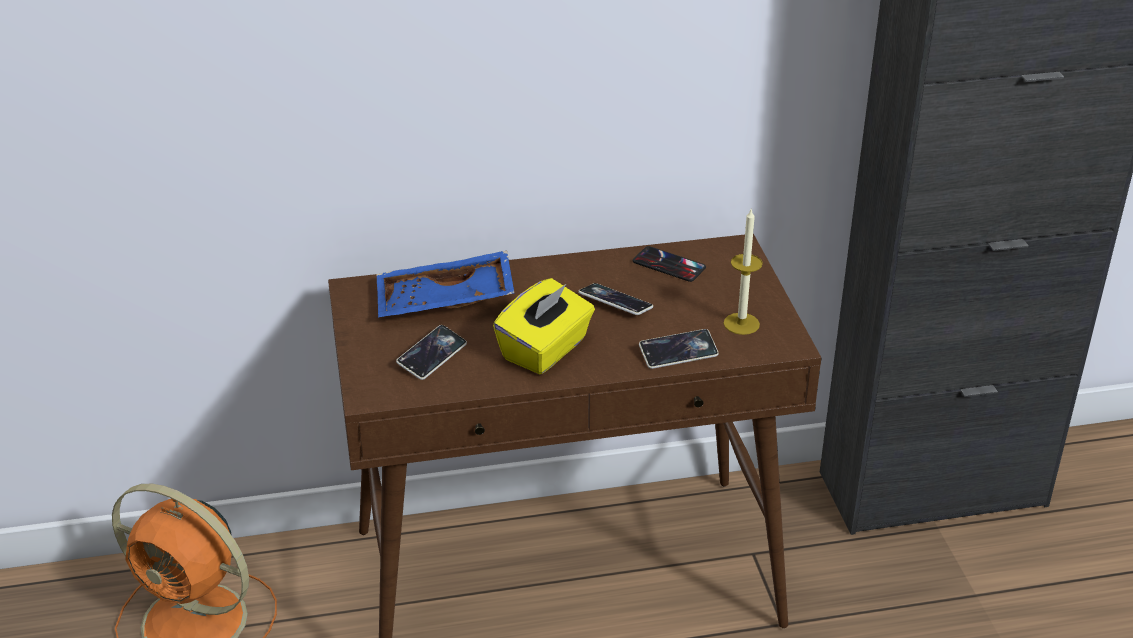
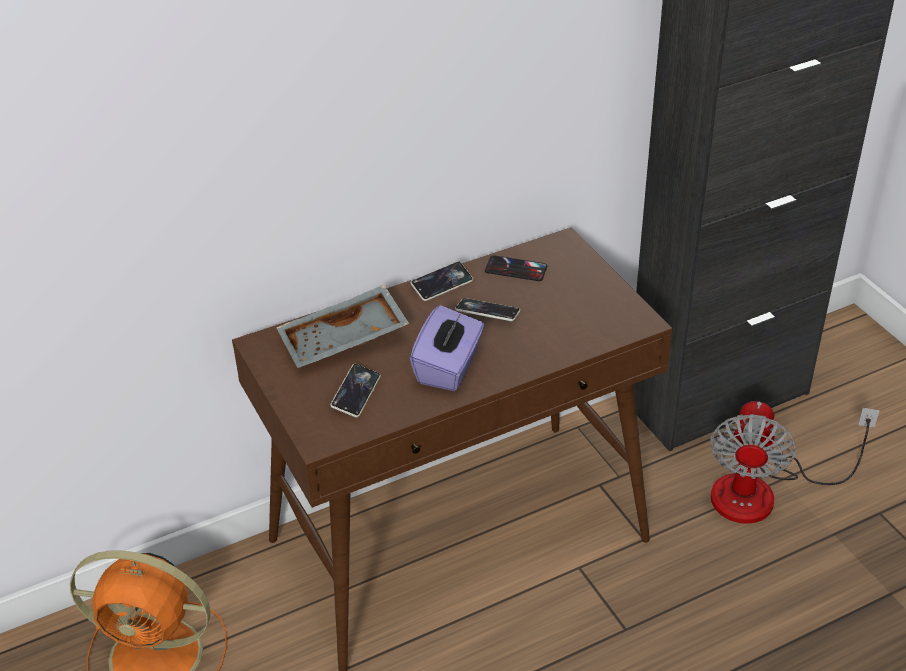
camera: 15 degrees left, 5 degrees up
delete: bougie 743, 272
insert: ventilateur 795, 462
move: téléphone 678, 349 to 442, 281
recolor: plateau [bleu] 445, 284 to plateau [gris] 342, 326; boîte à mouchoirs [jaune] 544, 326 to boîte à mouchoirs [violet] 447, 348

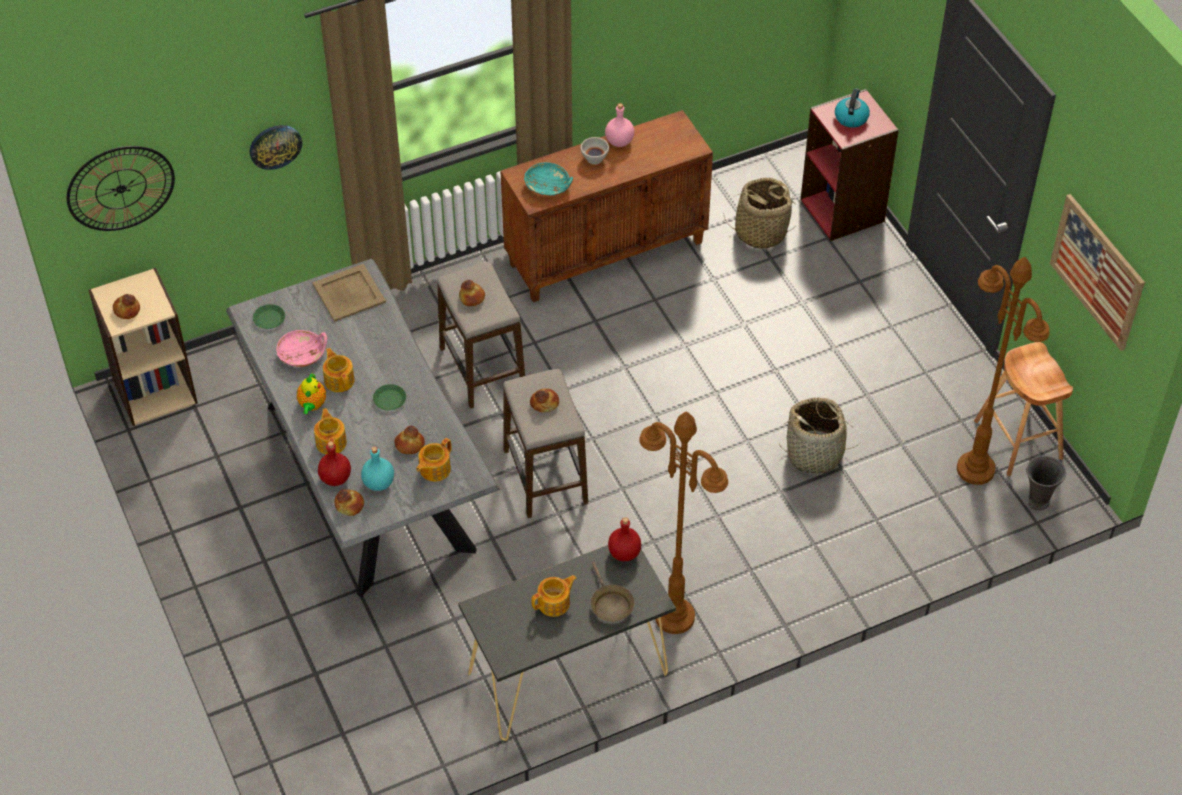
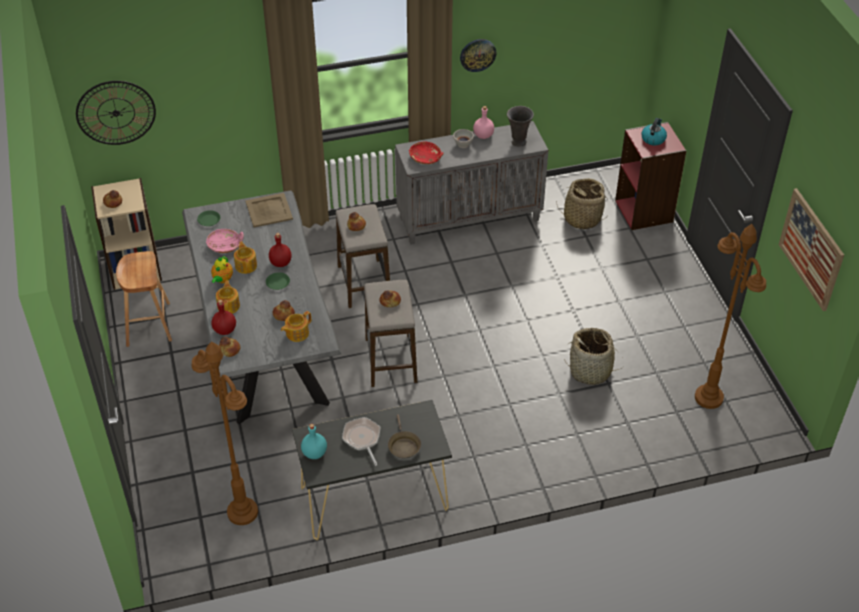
camera: 10 degrees right, 5 degrees down
move: horloge murale 276, 147 to 478, 55; bouteille [turquoise] 377, 468 to 314, 441; bouteille [rouge] 624, 539 to 280, 250; lampadaire [marron] 683, 523 to 225, 433; tabouret [marron] 1023, 409 to 144, 299; vase [gris] 1046, 483 to 520, 126
replace: théière 553, 596 to poêle 361, 441
recolor: meuble de rangement [marron] 606, 206 to meuble de rangement [gris] 471, 183; bol [turquoise] 548, 179 to bol [rouge] 426, 153

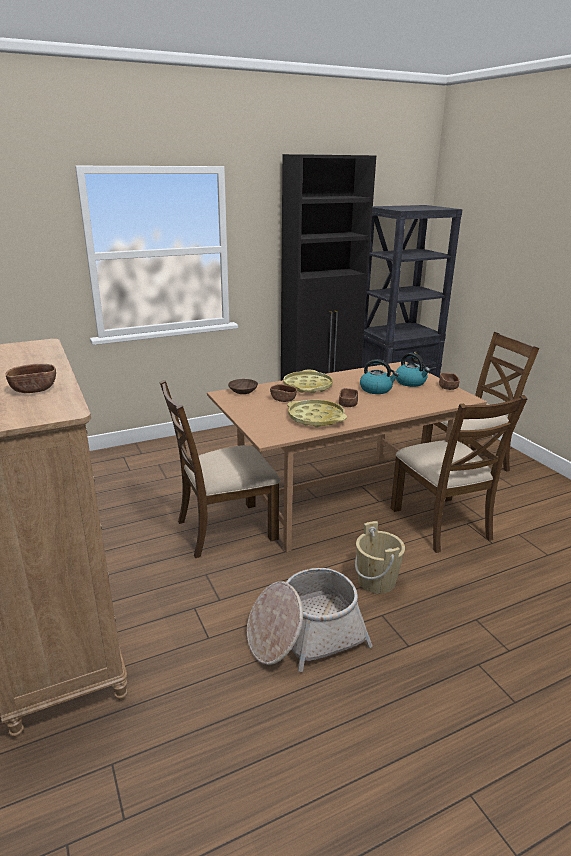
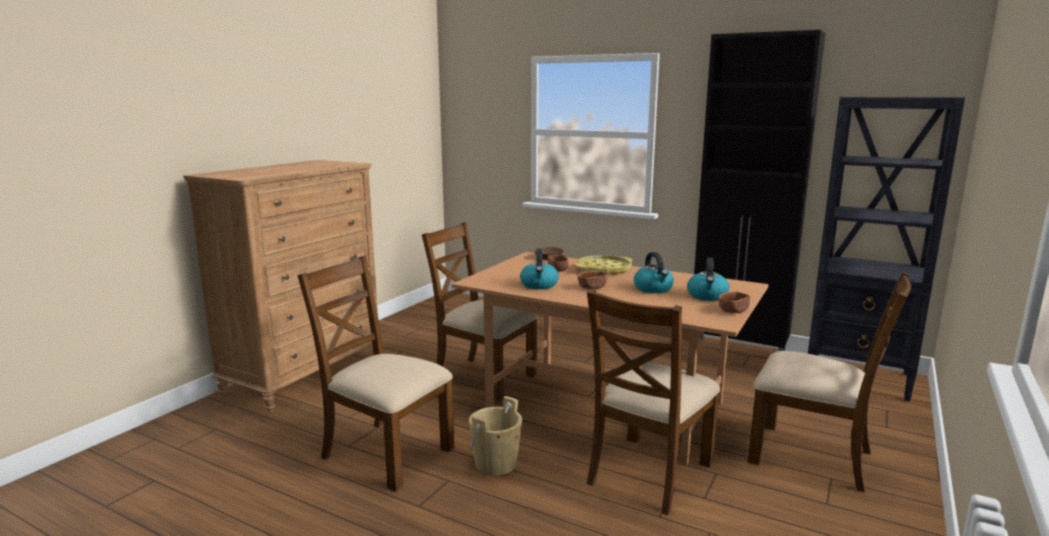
camera: 55 degrees right, 10 degrees down
delete: bol [marron] 30, 378
replace: panier 310, 620 to chaise [marron] 375, 374; plateau [jaune] 317, 414 to bouilloire 539, 269

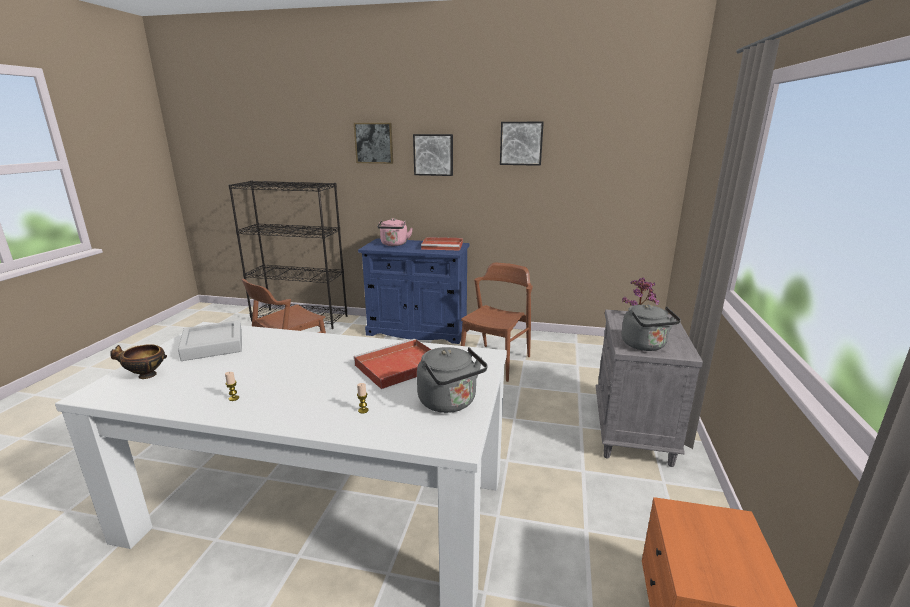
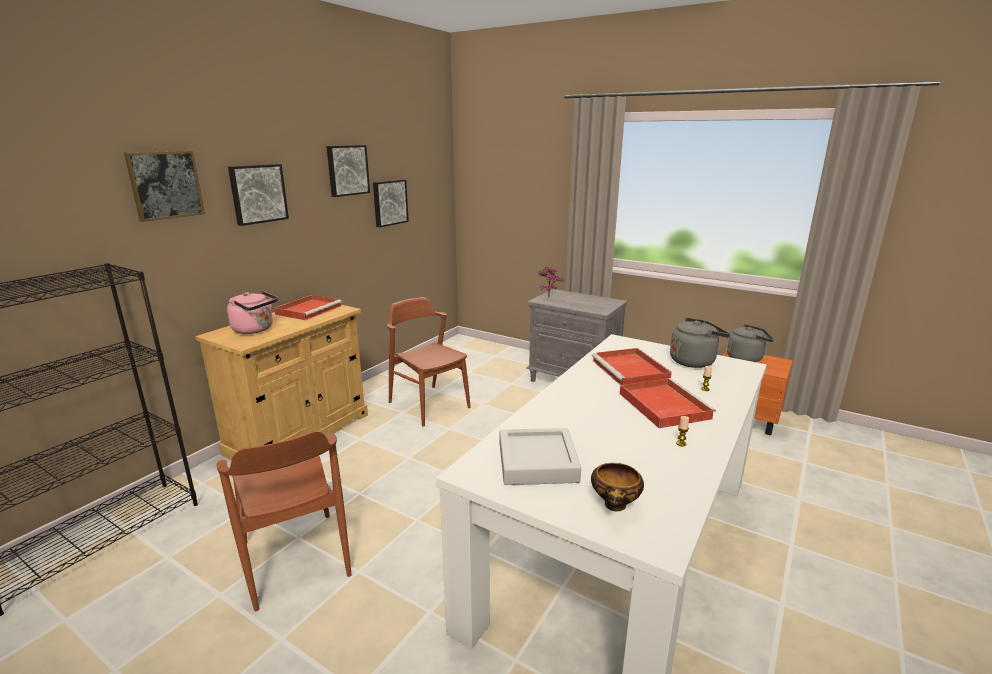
camera: 70 degrees left, 0 degrees up
insert: tableau 391, 203; plateau [rouge] 668, 403
move: bouilloire [gris] 651, 328 to 750, 343
recolor: meuble de rangement [bleu] 414, 291 to meuble de rangement [beige] 281, 382

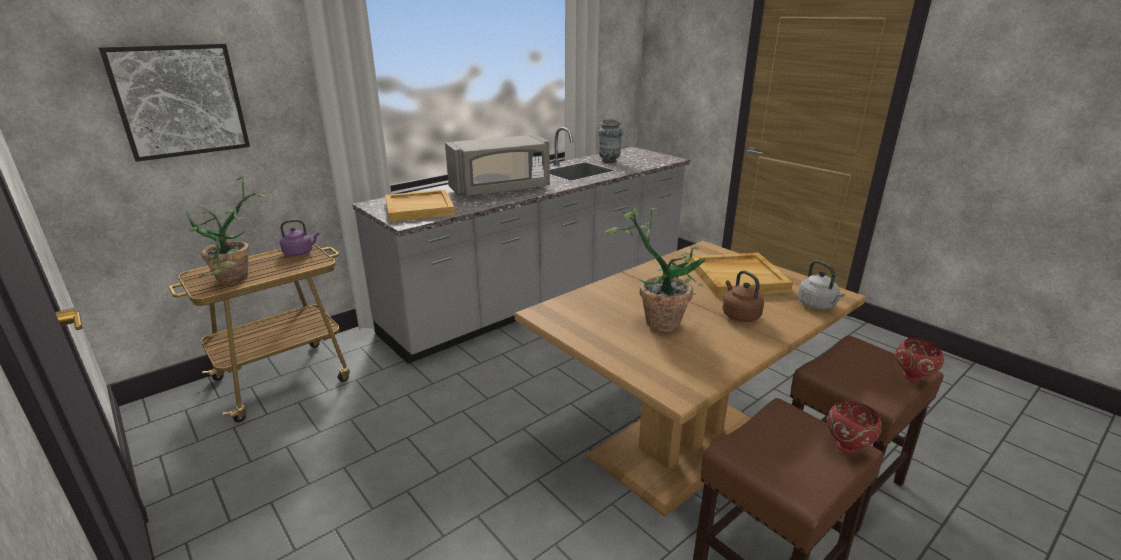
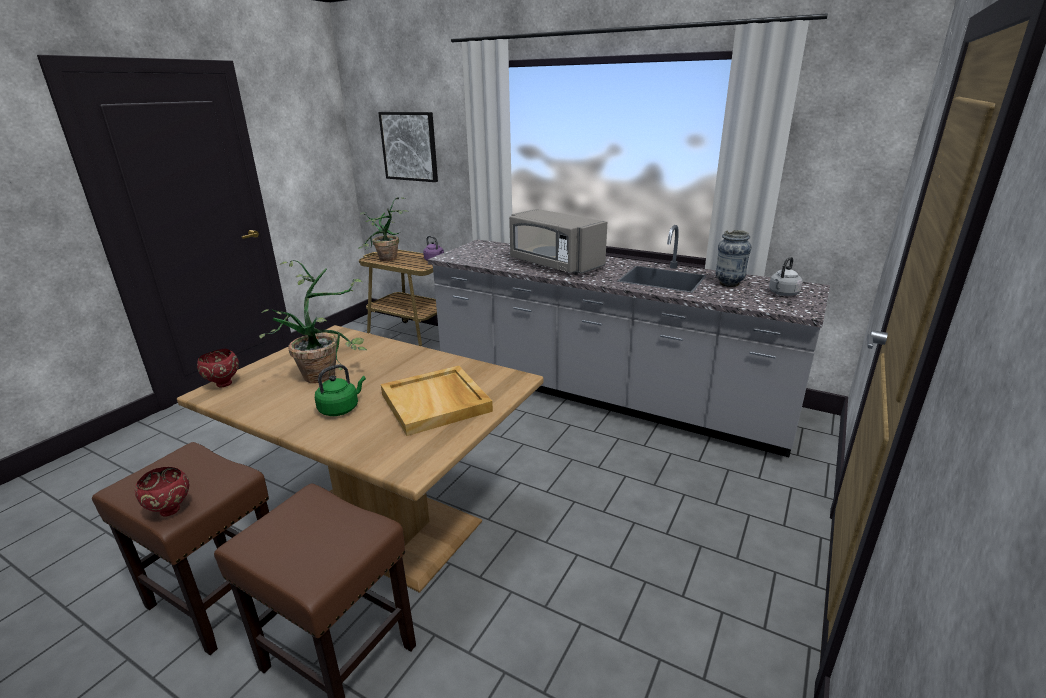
camera: 70 degrees right, 0 degrees up
delete: plateau [beige] 420, 206
move: bouilloire [gris] 821, 284 to 786, 276; bol [rouge] 919, 360 to 218, 368
recolor: bouilloire [marron] 743, 296 to bouilloire [vert] 340, 390

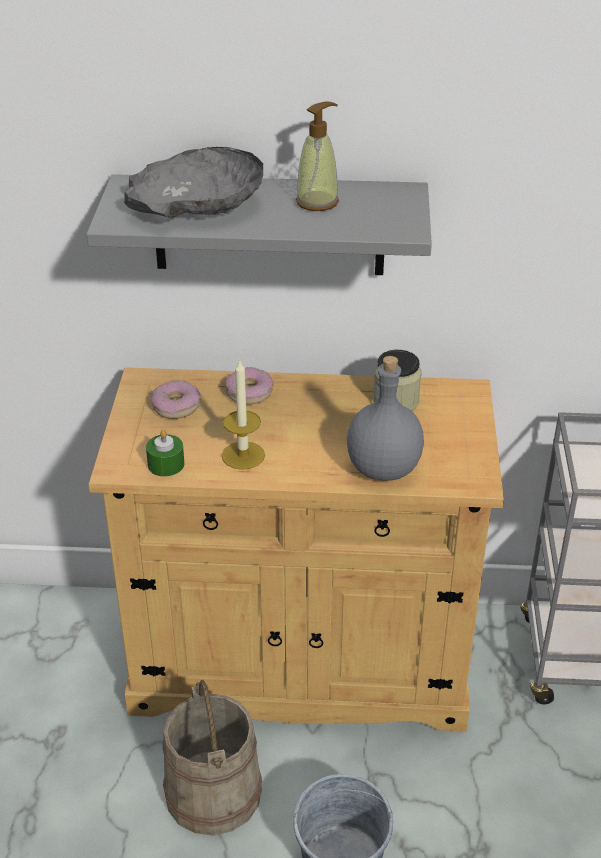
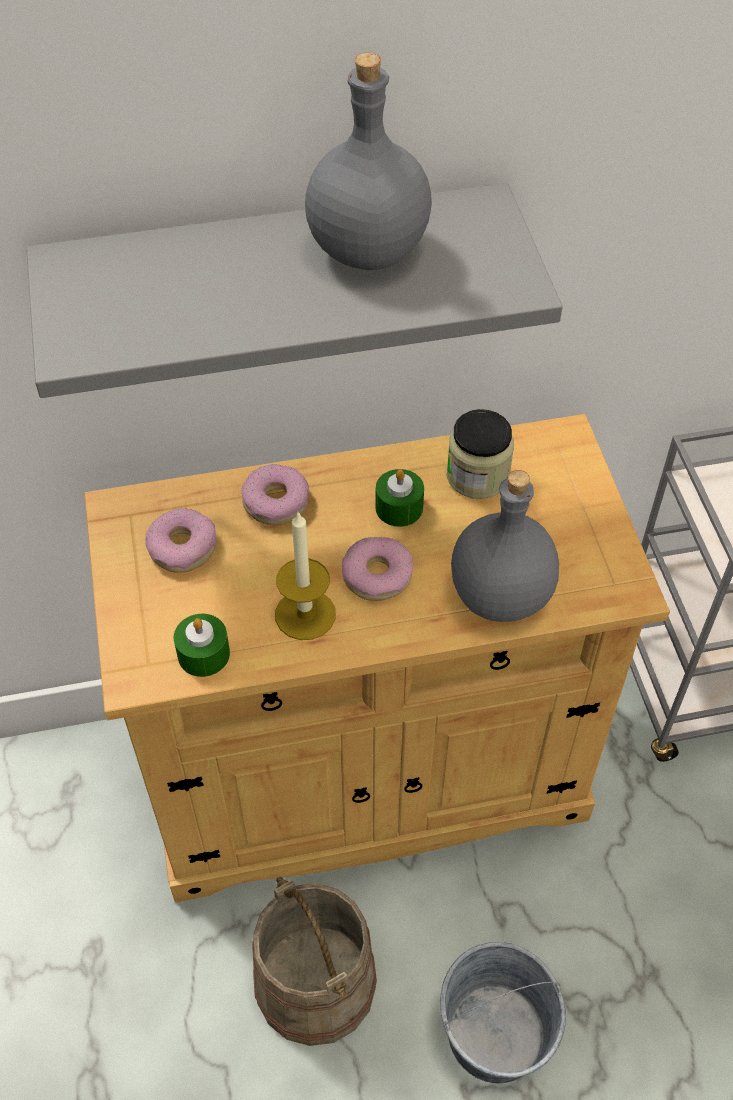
camera: 15 degrees left, 15 degrees up
delete: bol [gris] 193, 182
insert: beignet 377, 569; bougie [vert] 399, 498
replace: distributeur de savon 317, 156 to bouteille [gris] 368, 161

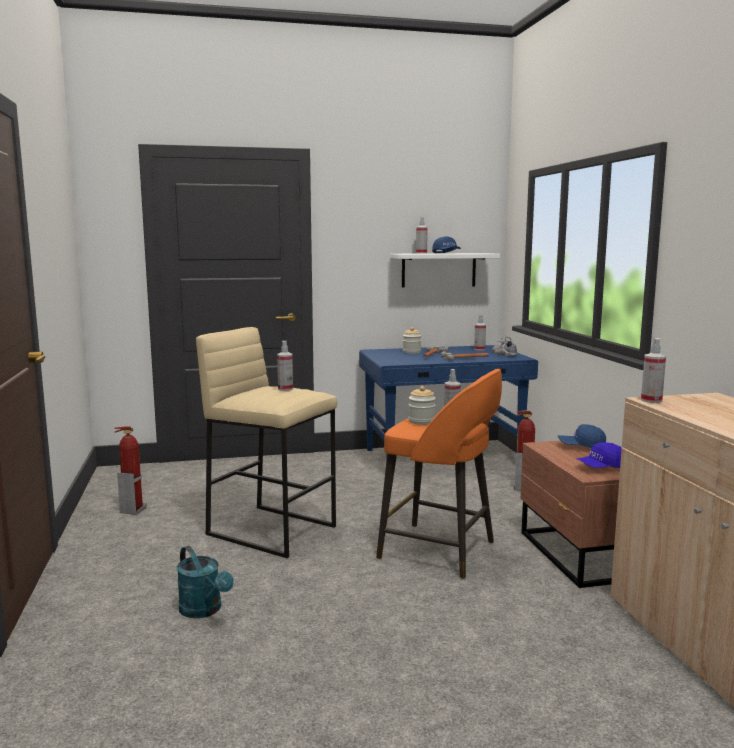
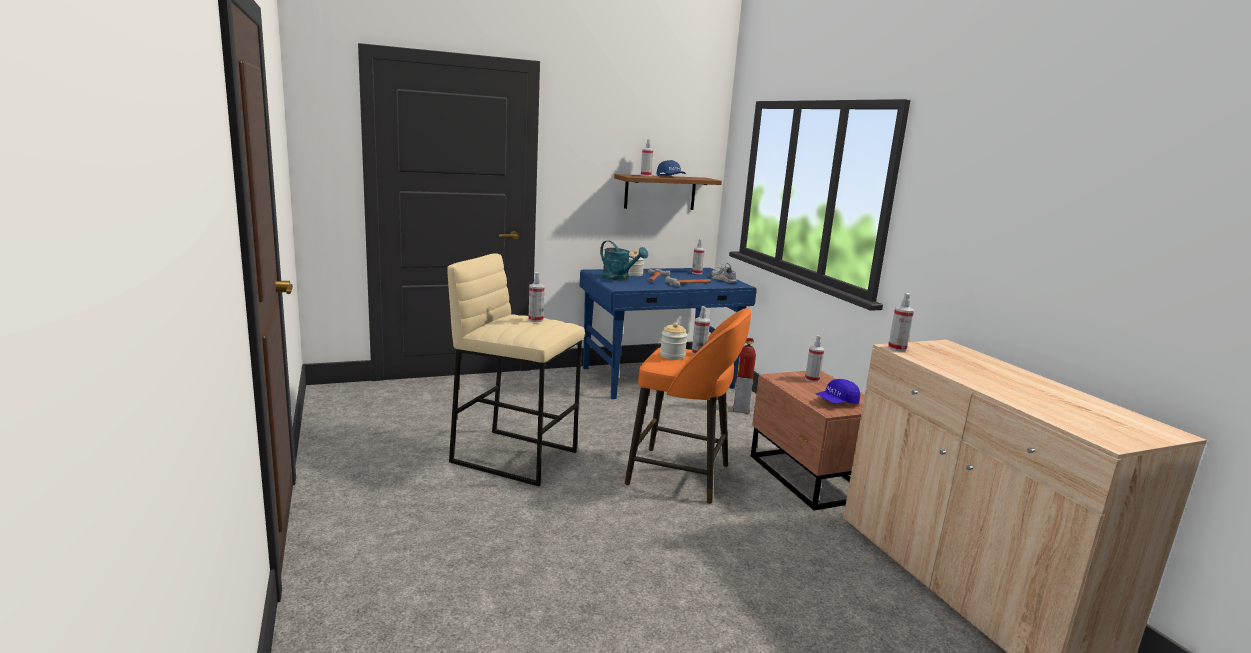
camera: 10 degrees left, 5 degrees up
delete: extincteur 131, 470
move: arrosoir [turquoise] 205, 582 to 624, 261
replace: casquette [bleu] 582, 436 to vaporisateur 814, 358
recolor: étagère [blanc] 445, 270 to étagère [marron] 668, 192

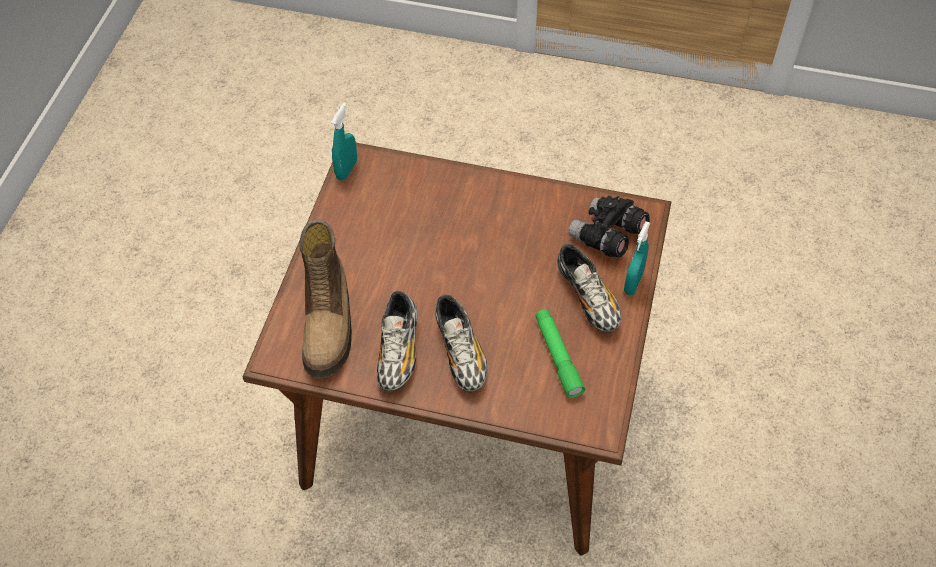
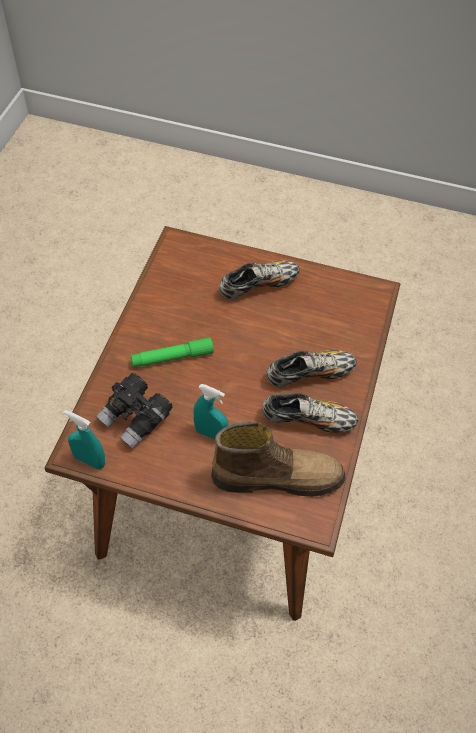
camera: 90 degrees left, 0 degrees up
move: lampe de poche [vert] 560, 353 to 172, 352; jumelles [noir] 609, 226 to 134, 411; vaporisateur [turquoise] 637, 258 to 210, 412

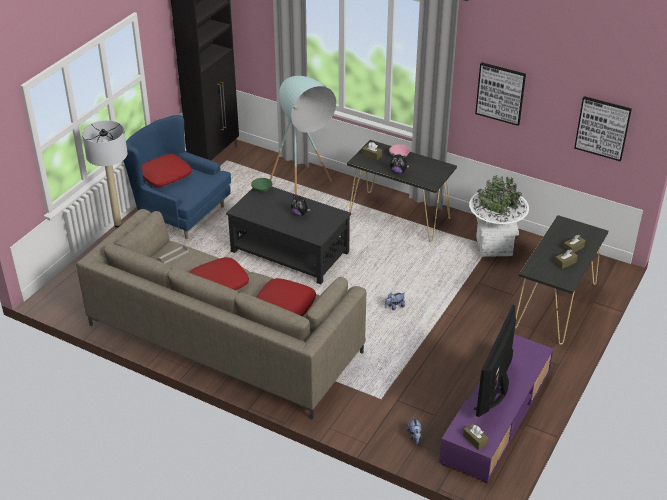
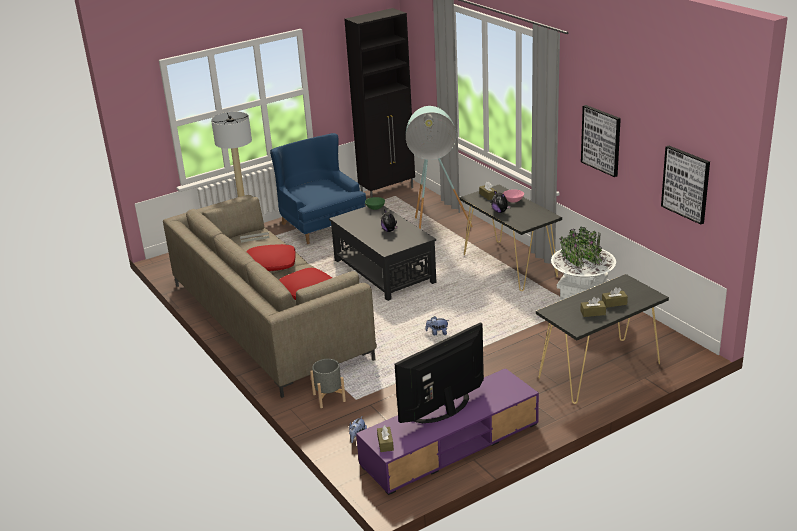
camera: 30 degrees right, 10 degrees down
delete: coussin [rouge] 167, 170
insert: cache-pot [gris] 328, 383

